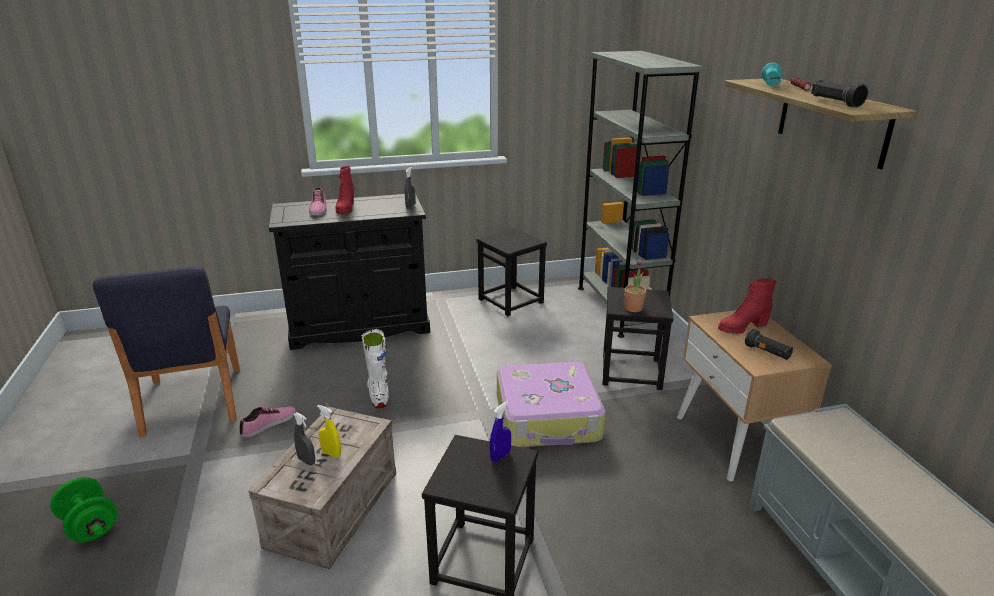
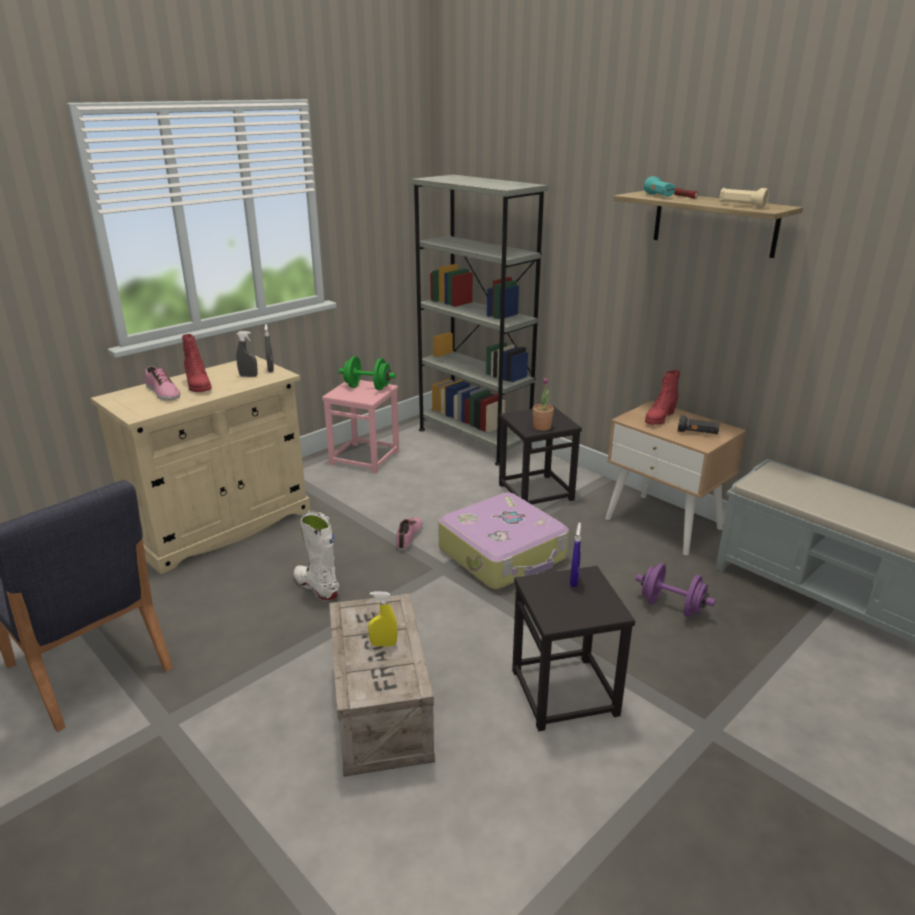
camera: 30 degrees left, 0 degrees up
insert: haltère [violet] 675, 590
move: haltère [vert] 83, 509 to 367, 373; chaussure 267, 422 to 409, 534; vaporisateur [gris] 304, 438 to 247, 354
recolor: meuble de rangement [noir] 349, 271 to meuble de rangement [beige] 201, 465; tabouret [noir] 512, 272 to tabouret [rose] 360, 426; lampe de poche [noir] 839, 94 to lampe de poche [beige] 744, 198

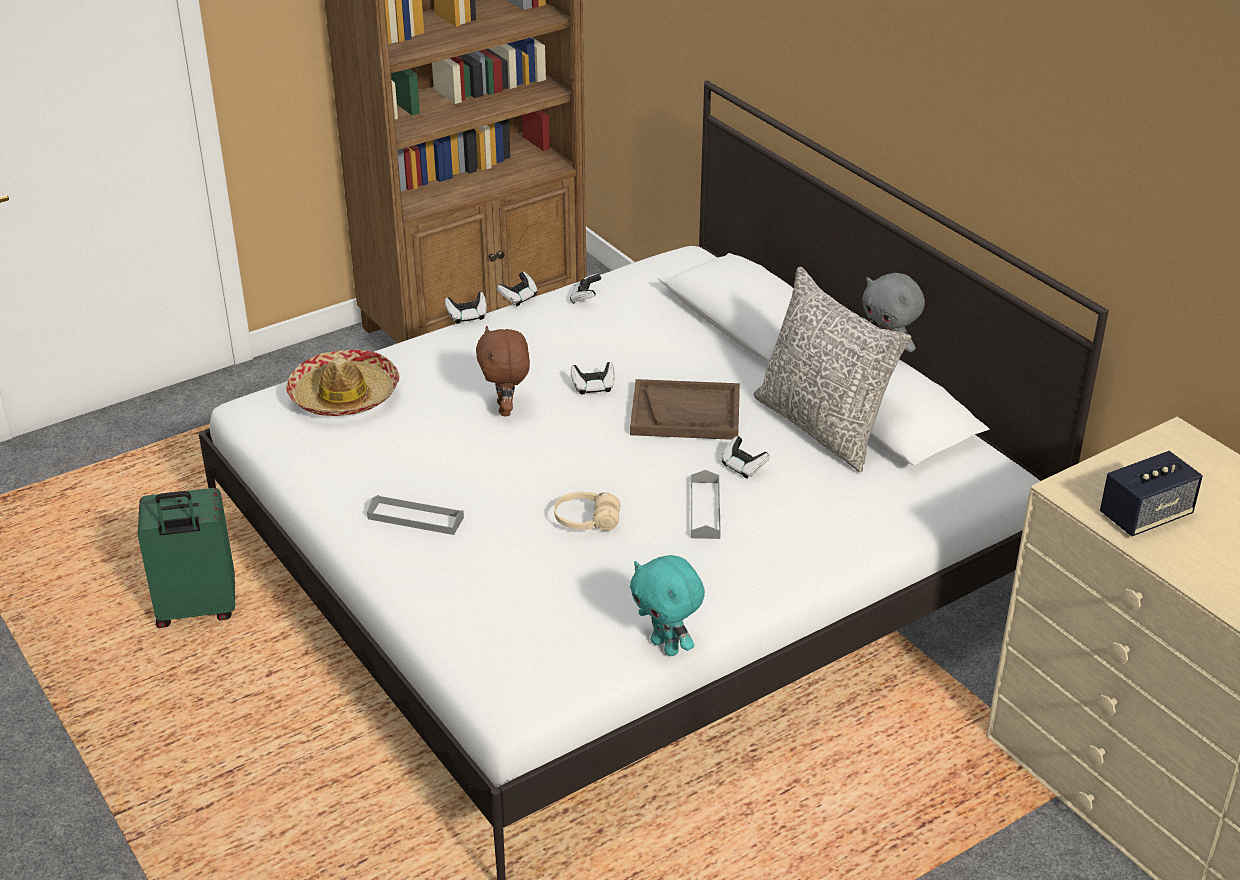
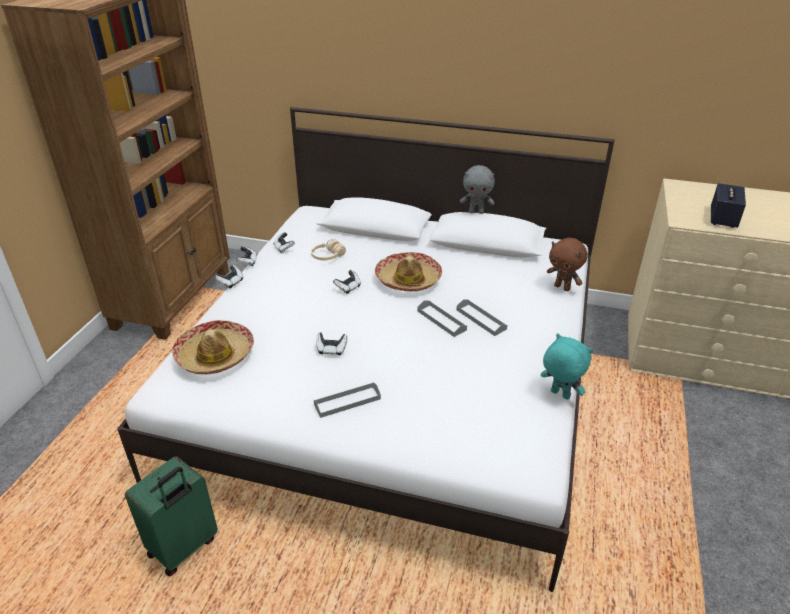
camera: 40 degrees left, 0 degrees up
delete: coussin [gris] 832, 369
insert: plateau [gris] 442, 319
move: peluche [marron] 503, 371 to 567, 264; casque audio [beige] 587, 511 to 328, 249; manette 746, 457 to 331, 343
replace: plateau [marron] 685, 409 to chapeau 408, 271
rotate: peluche [turquoise] 667, 605 = 566, 366 150 degrees counterclockwise

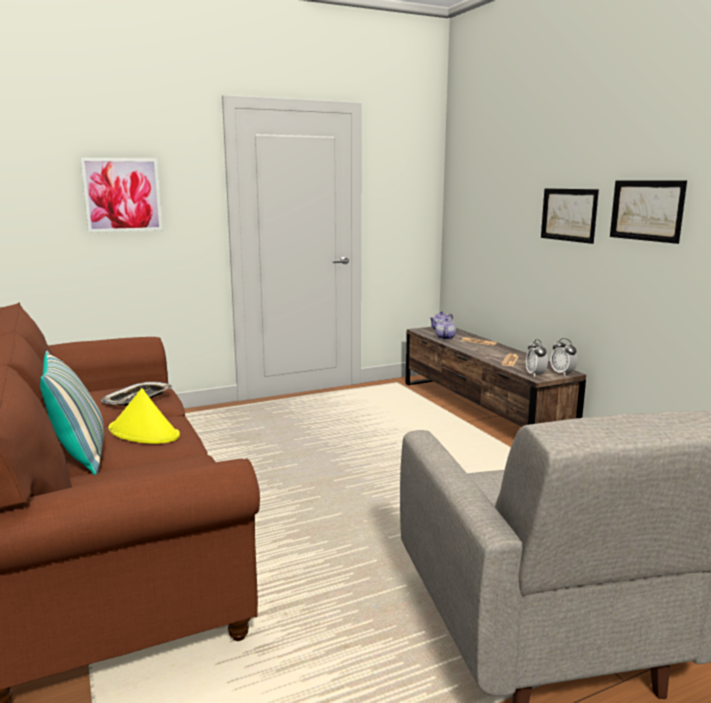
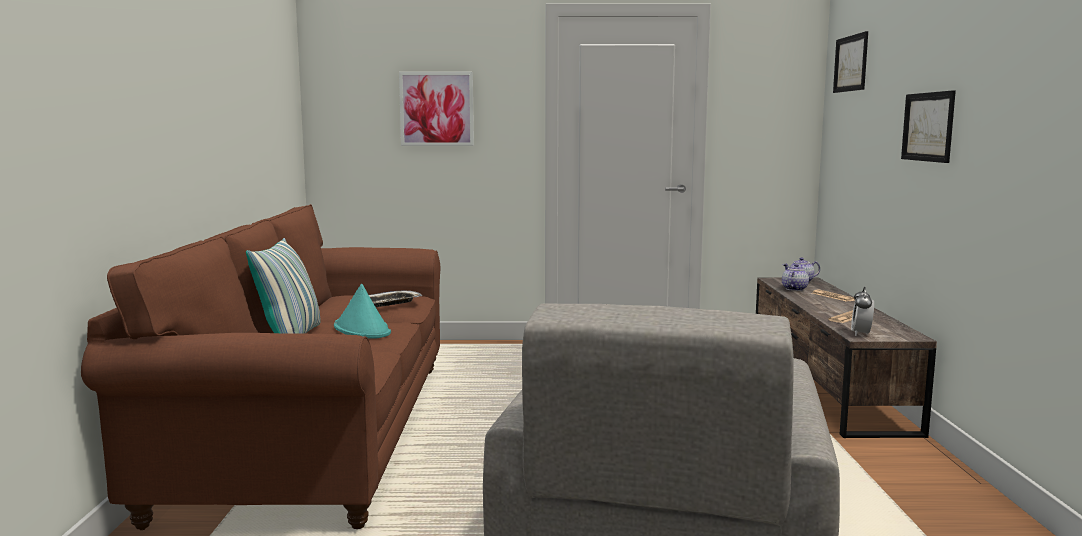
camera: 25 degrees right, 5 degrees down
delete: réveil 564, 357
move: tableau 648, 212 to 850, 62
recolor: chapeau [jaune] 144, 416 to chapeau [turquoise] 362, 311

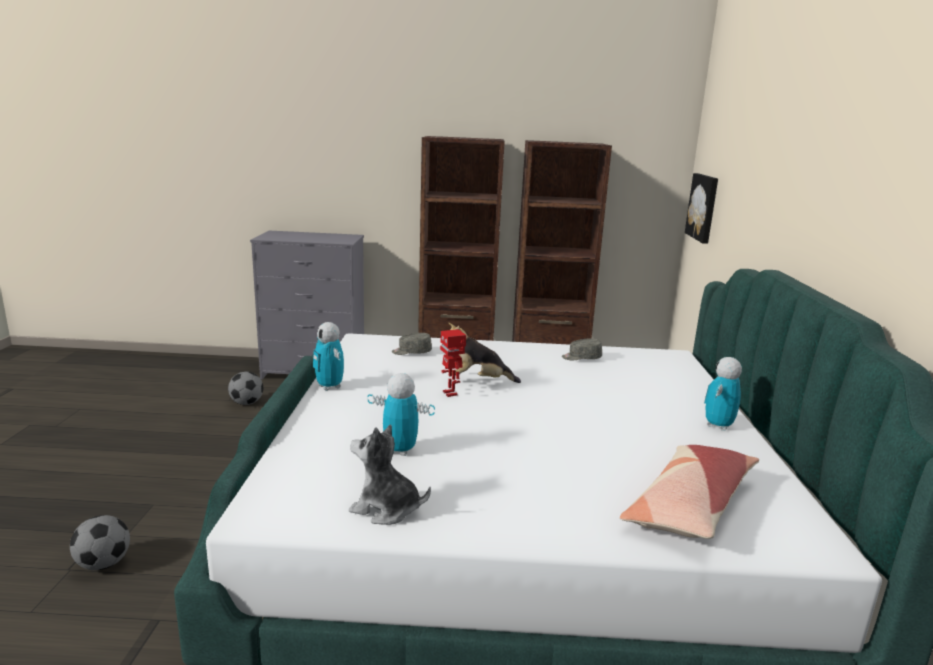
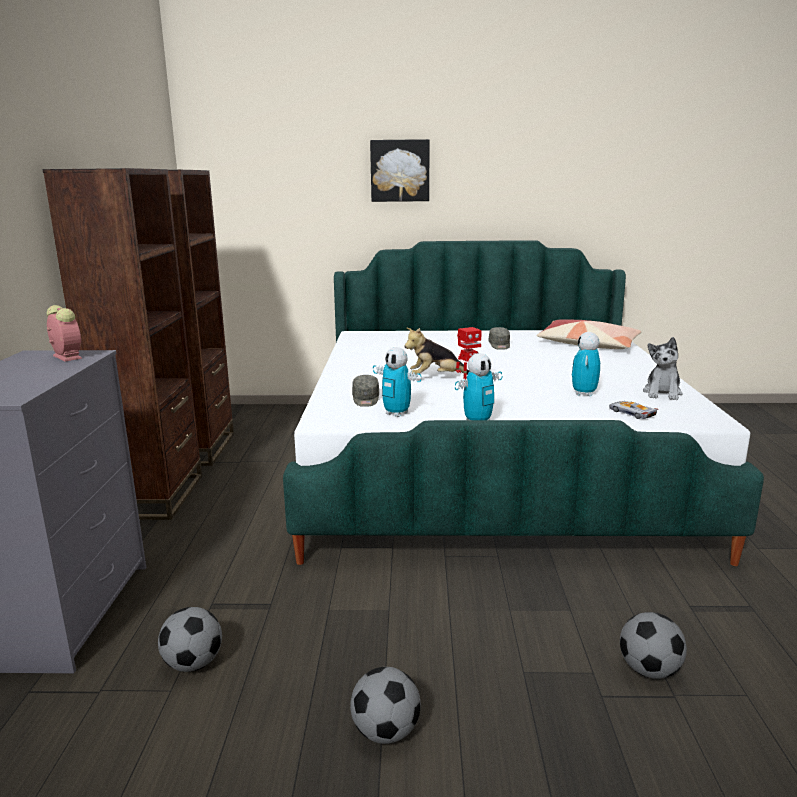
camera: 90 degrees left, 0 degrees up
insert: réveil 64, 333; ballon de foot 385, 705; petite voiture 634, 410
move: casquette [gris] 582, 349 to 499, 338; tableau 701, 208 to 399, 170; robot jouet 723, 394 to 397, 382
rotate: peluche 481, 353 = 436, 351 75 degrees clockwise

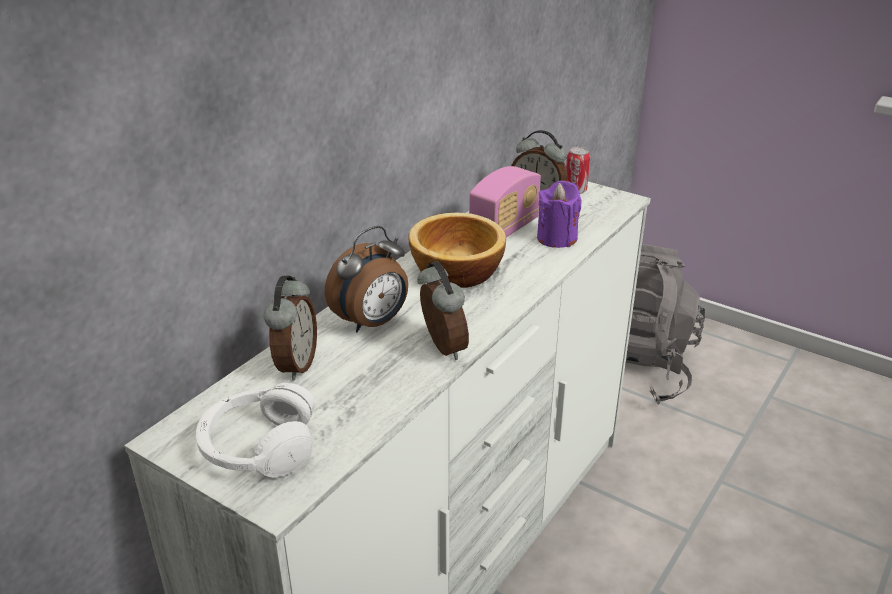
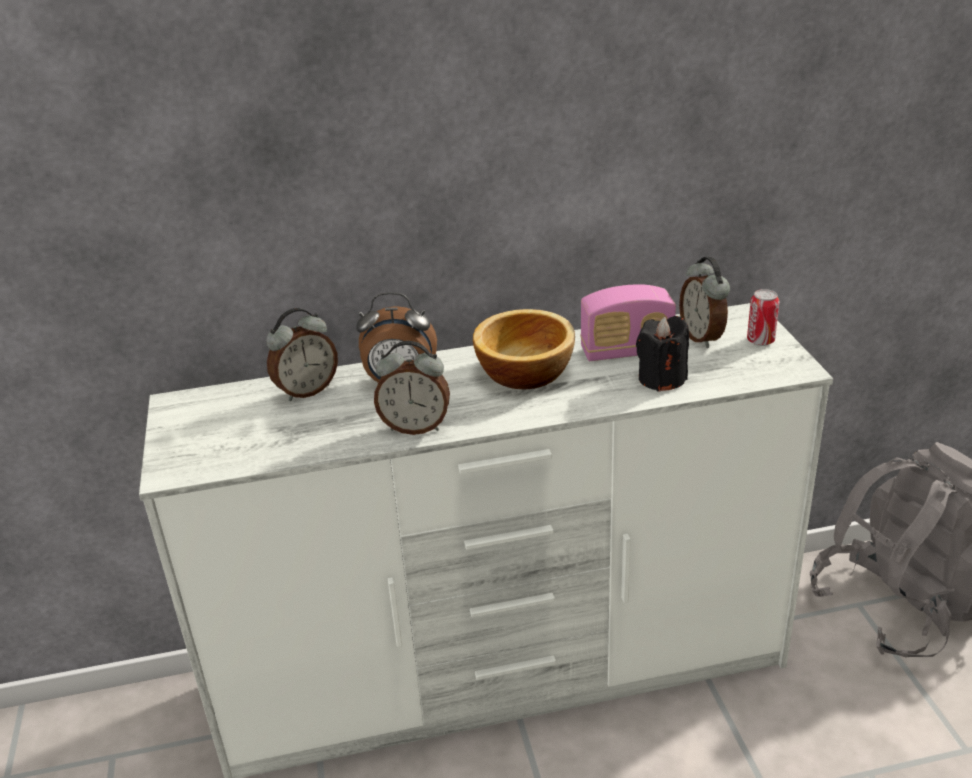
camera: 45 degrees right, 0 degrees up
delete: casque audio [blanc] 255, 429
recolor: bougie [violet] 559, 214 to bougie [noir] 662, 354
rotate: réveil 443, 310 = 412, 388 75 degrees clockwise

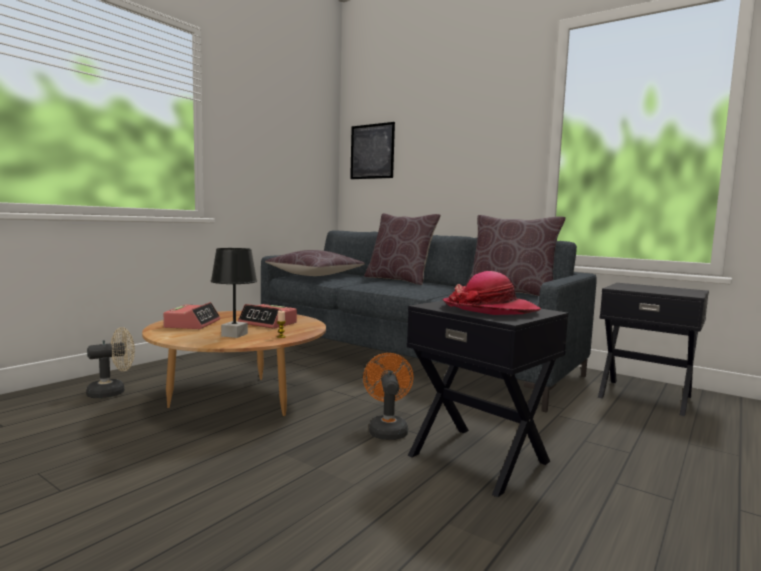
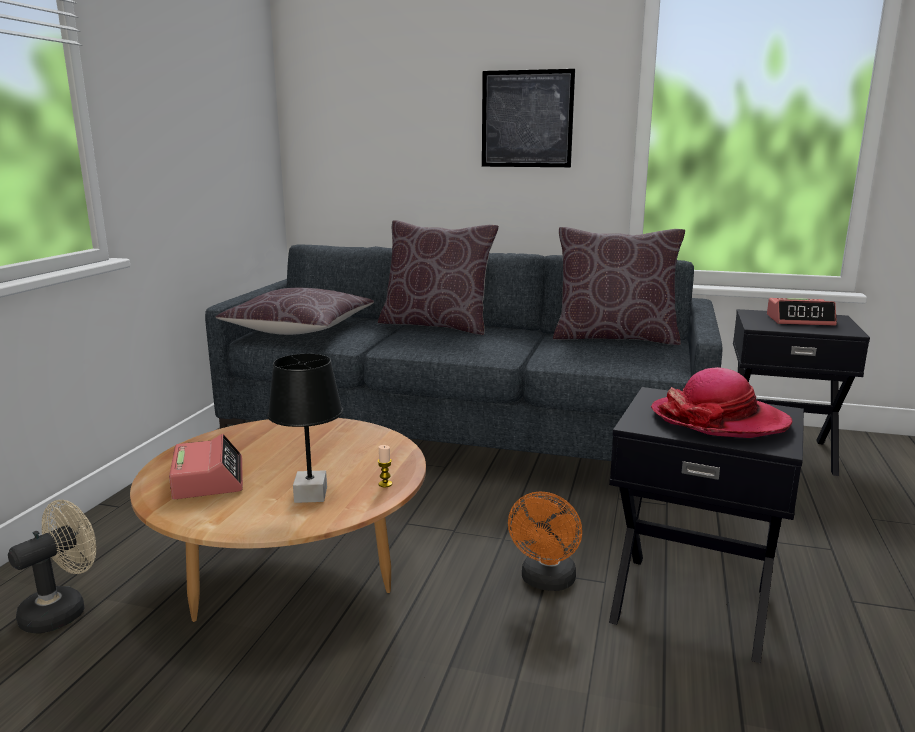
camera: 20 degrees left, 10 degrees up
move: réveil 267, 316 to 802, 312; tableau 372, 150 to 528, 118
rotate: ventilateur [orange] 388, 396 = 545, 541 135 degrees counterclockwise

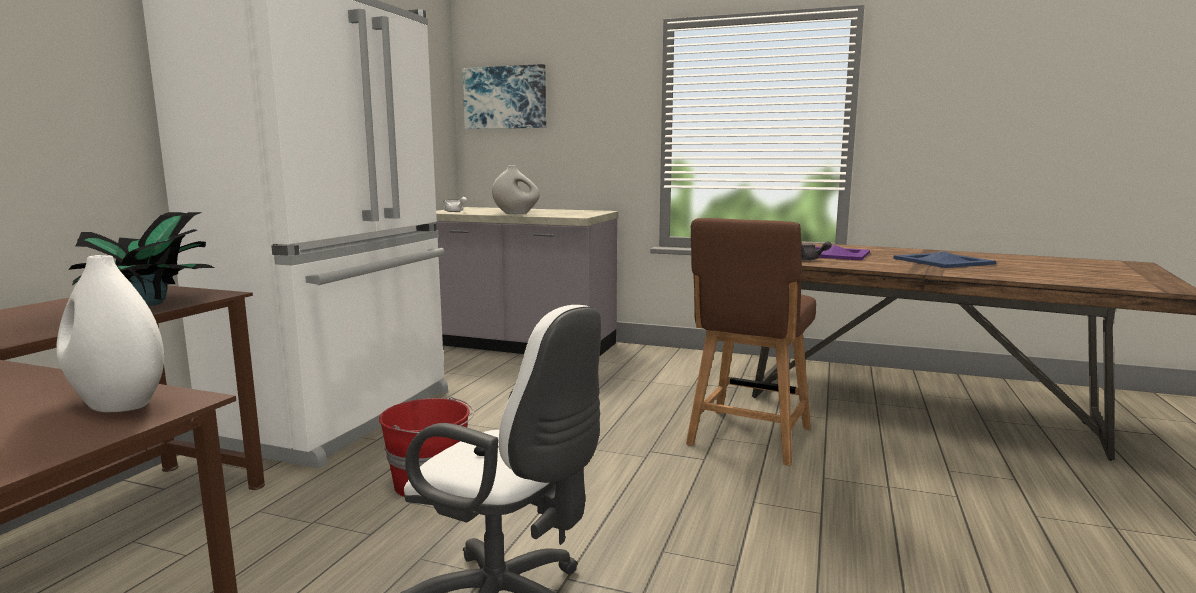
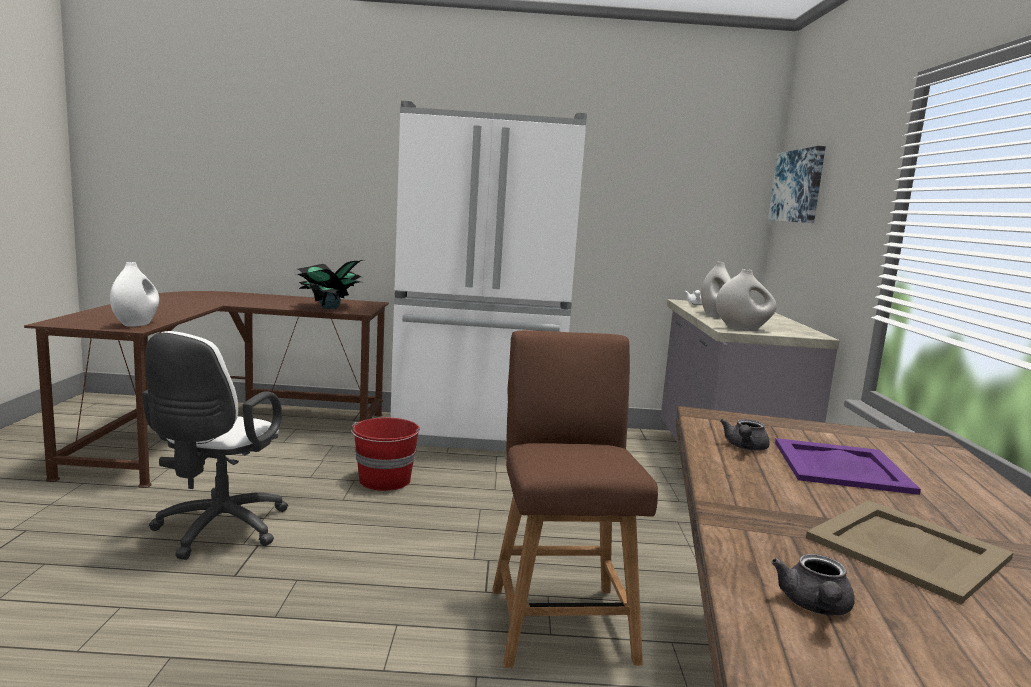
camera: 70 degrees right, 0 degrees up
insert: vase [blanc] 746, 300; théière [gris] 813, 585
recolor: plateau [bleu] 944, 259 to plateau [beige] 909, 552
rotate: chaise [marron] 751, 342 = 575, 499 75 degrees clockwise

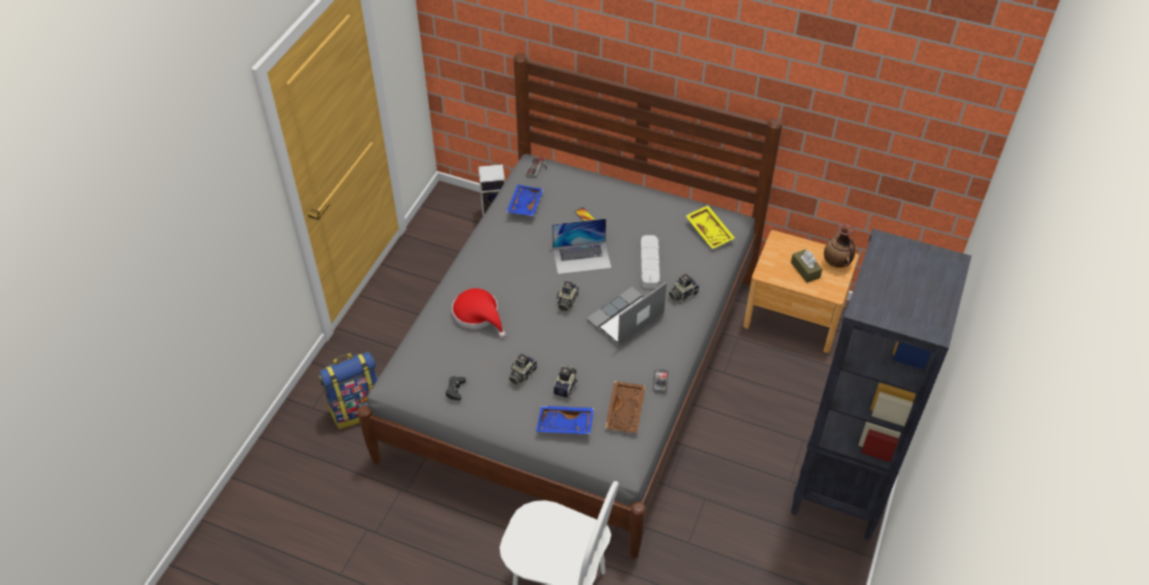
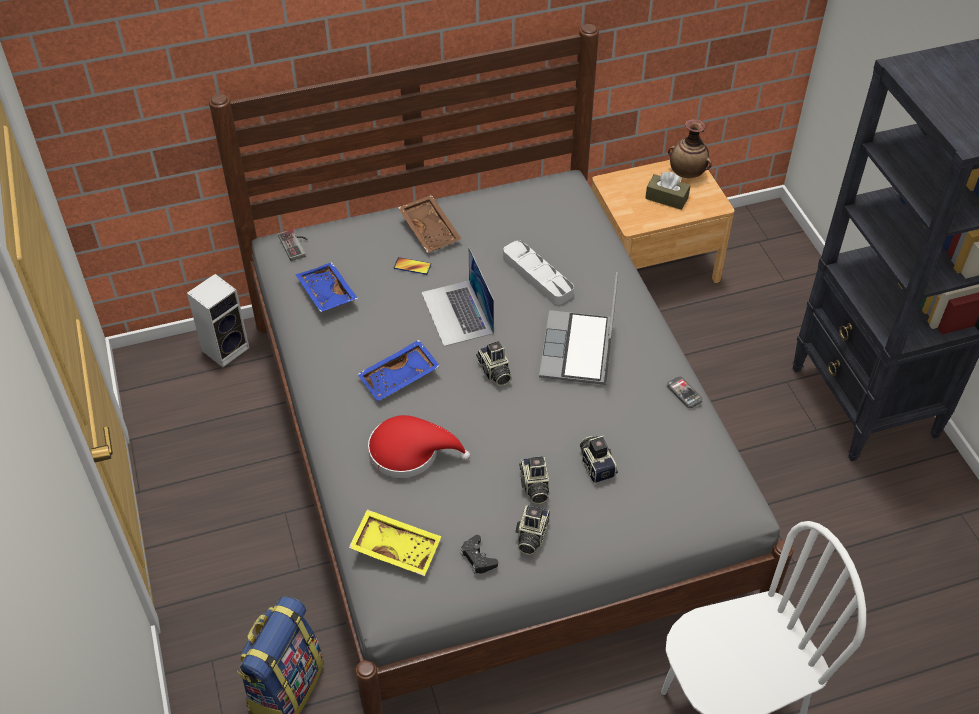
camera: 40 degrees left, 0 degrees up
move: plateau [bleu] 565, 420 to 398, 371; plateau [marron] 625, 407 to 429, 224; appareil photo 683, 288 to 532, 530; plateau [jaune] 710, 227 to 395, 542
rotate: ordinateur portable 581, 246 = 457, 297 120 degrees clockwise

